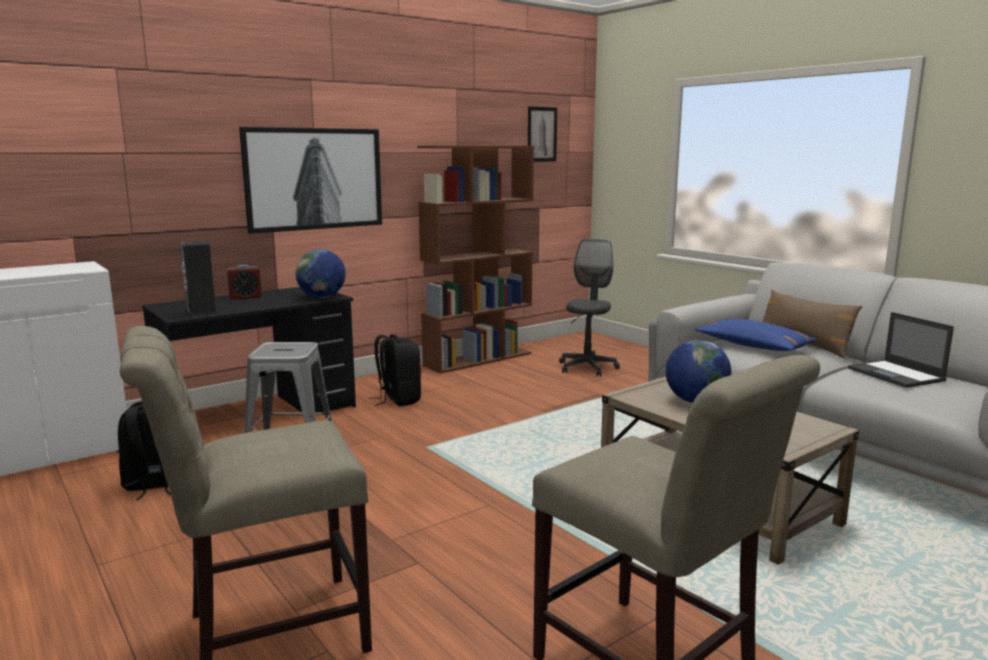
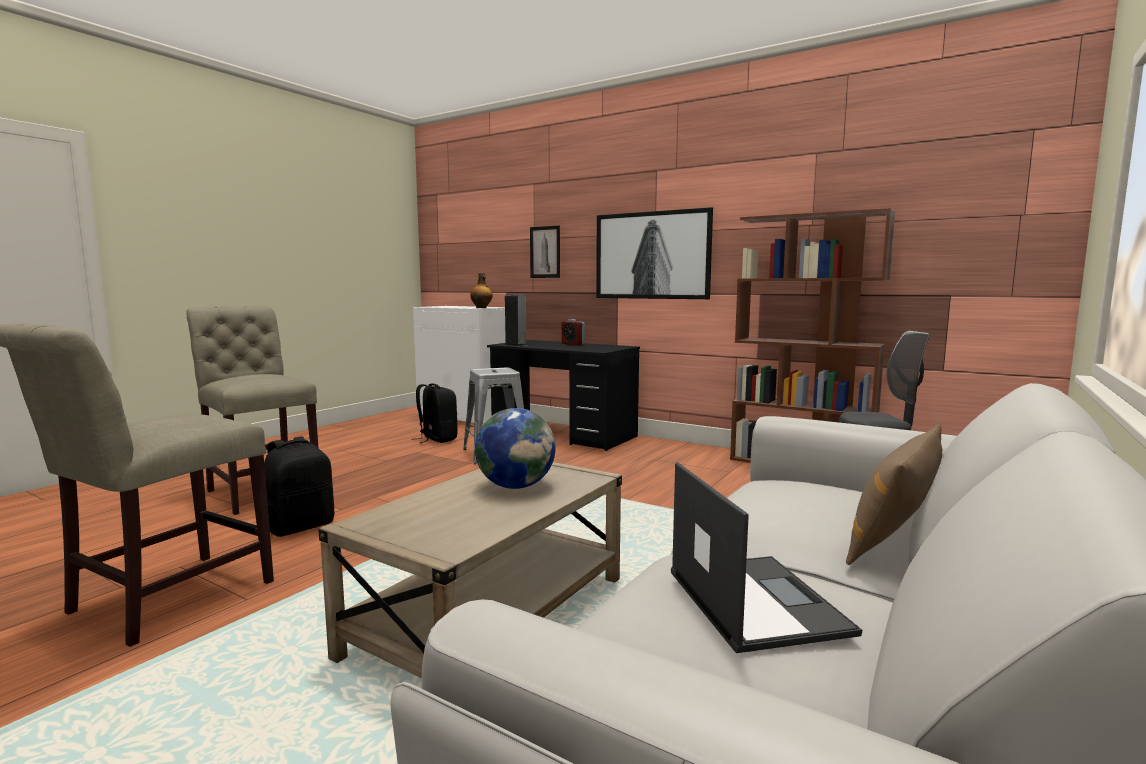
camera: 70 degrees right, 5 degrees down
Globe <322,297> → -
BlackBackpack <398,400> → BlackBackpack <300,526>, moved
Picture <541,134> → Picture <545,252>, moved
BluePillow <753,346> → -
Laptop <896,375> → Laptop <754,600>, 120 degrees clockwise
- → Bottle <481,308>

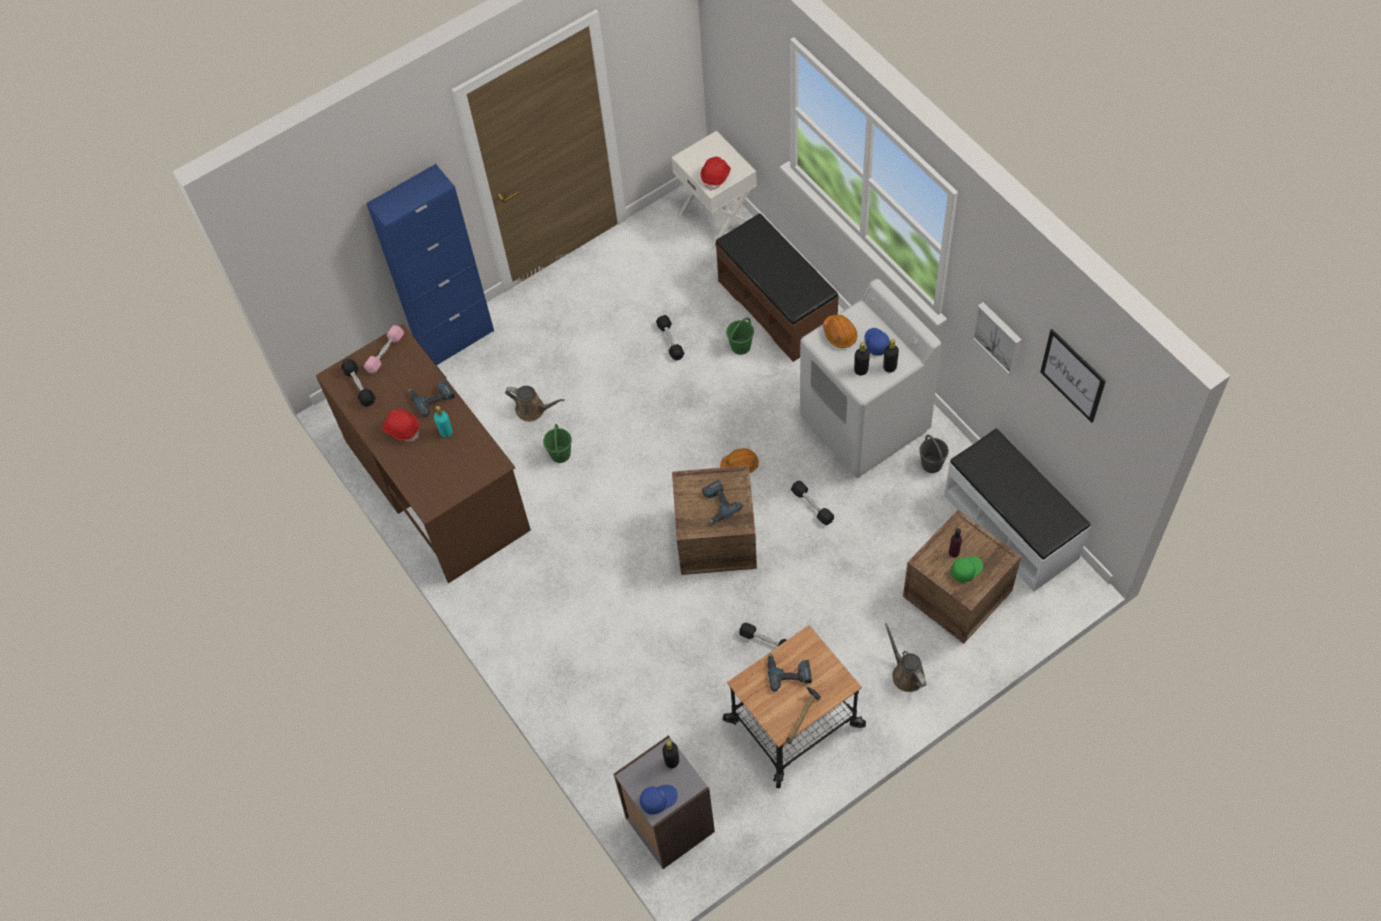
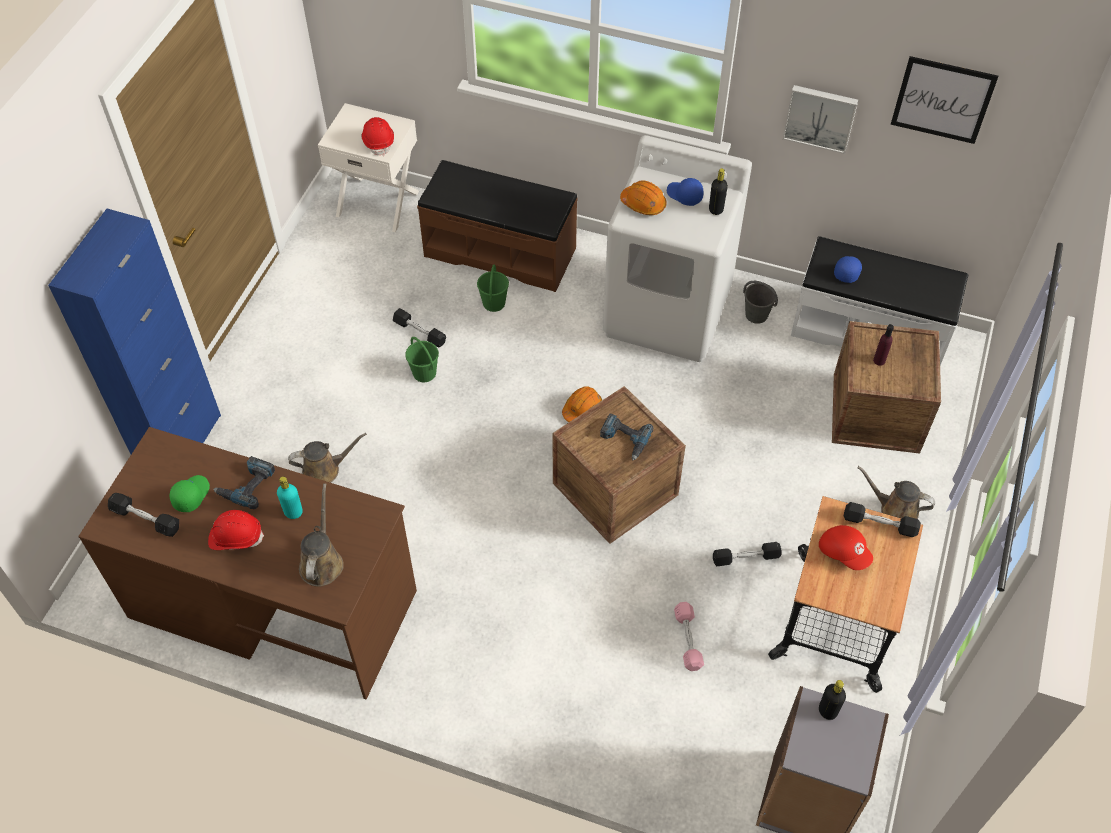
camera: 40 degrees left, 5 degrees down
PinkDumbbell <385,353> → PinkDumbbell <688,640>, moved
GreenBucket <560,454> → GreenBucket <424,372>, moved
BlueCap <658,799> → BlueCap <847,271>, moved
PowerDrill <788,672> → RedCap <844,552>
Hammer <803,717> → -
BlackDumbbell <812,506> → BlackDumbbell <879,524>, moved
BlackBottle <861,370> → -
GreenCap <966,569> → GreenCap <190,495>, moved
- → BrownWateringCan <322,561>

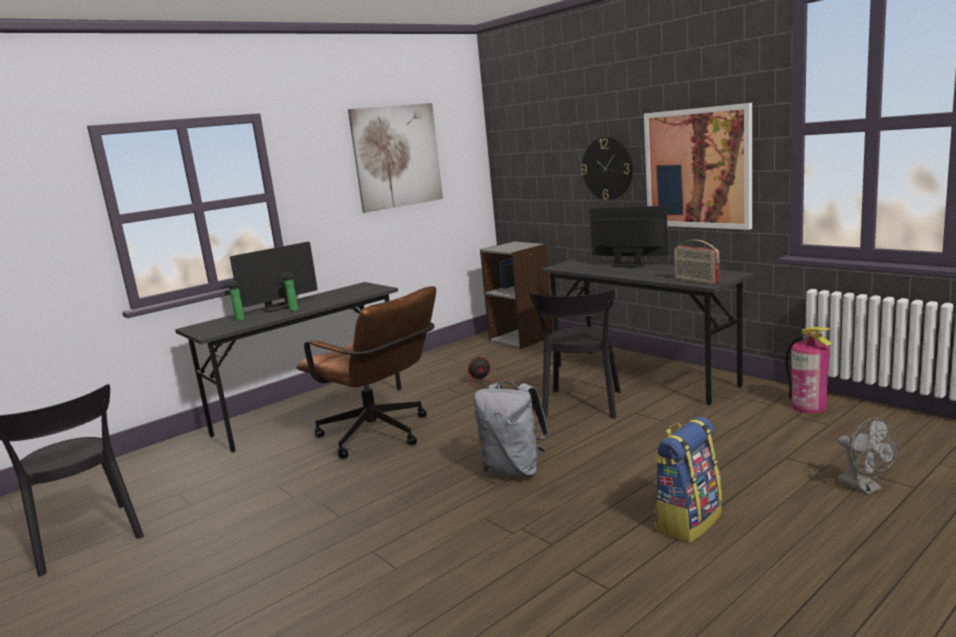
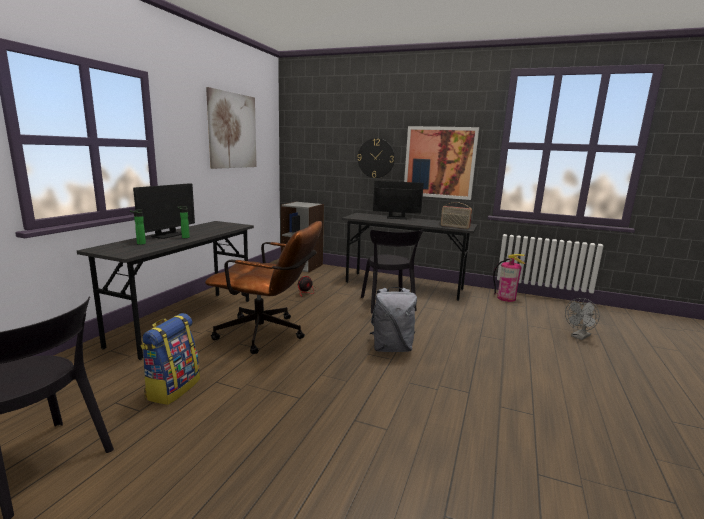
camera: 30 degrees left, 0 degrees up
Backpack <687,521> → Backpack <173,388>, moved
GreyFan <865,487> → GreyFan <579,337>, 105 degrees clockwise

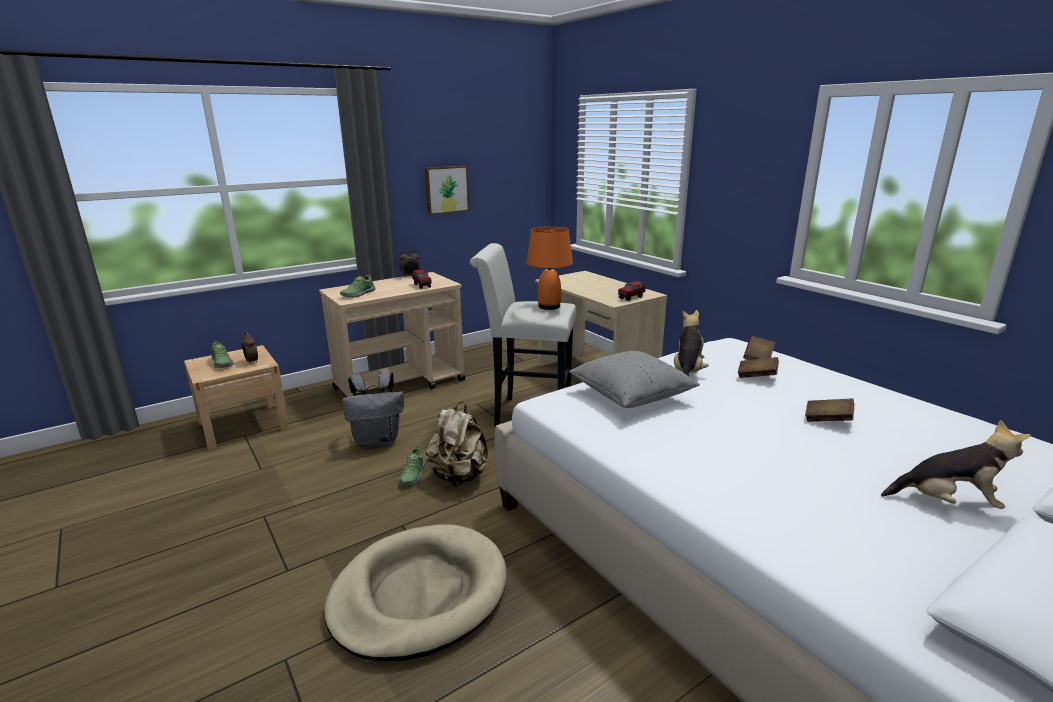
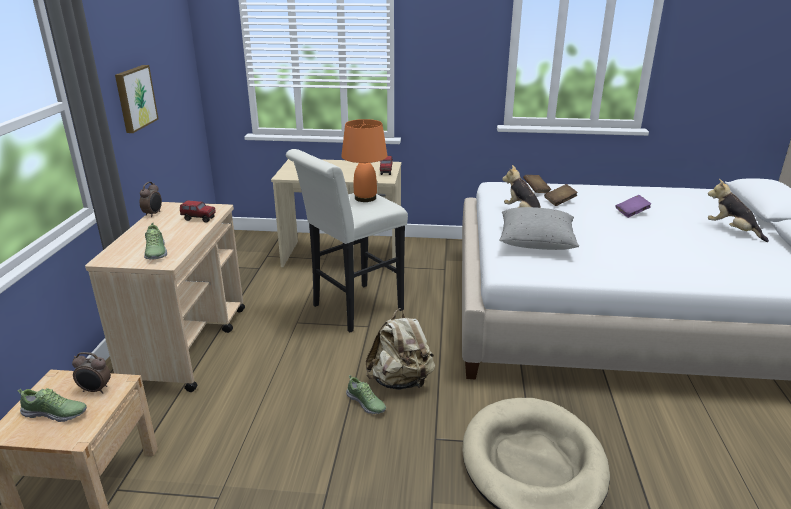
camera: 50 degrees left, 5 degrees up
GreyBackpack <378,441> → -
BrownBook <827,420> → PurpleBook <632,213>
PlushToy <947,502> → PlushToy <732,231>, 90 degrees counterclockwise

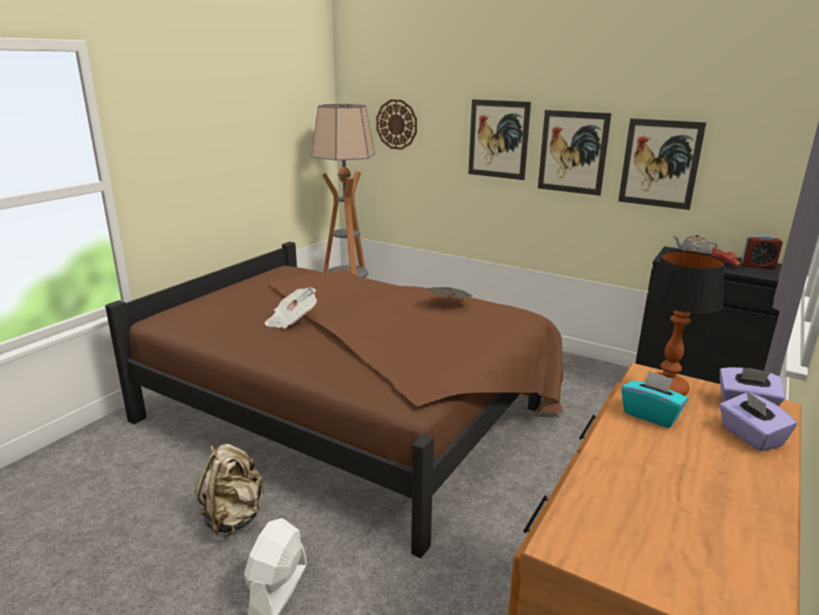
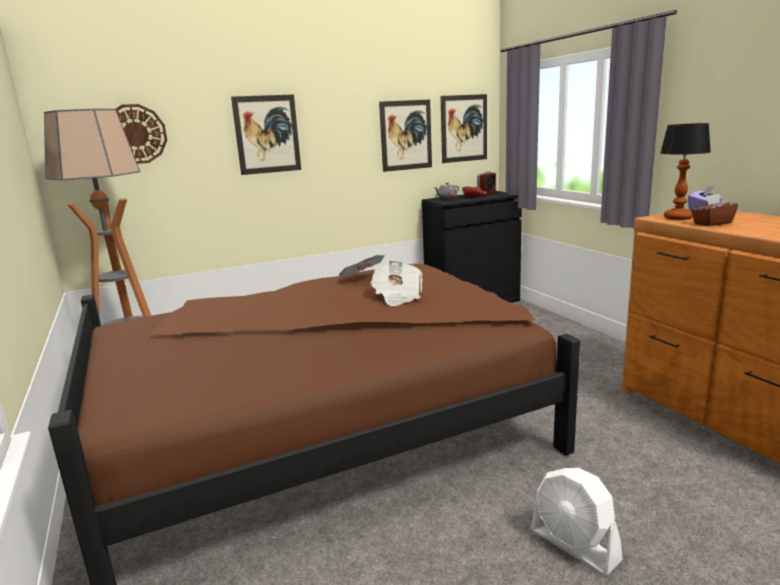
camera: 55 degrees left, 5 degrees down
BeigeBackpack <234,517> → -
Newspaper <291,321> → Newspaper <397,297>, moved
Picture <573,152> → Picture <464,128>, moved
TurquoiseTissueBox <651,415> → BrownTissueBox <712,223>
PurpleTissueBox <750,436> → -

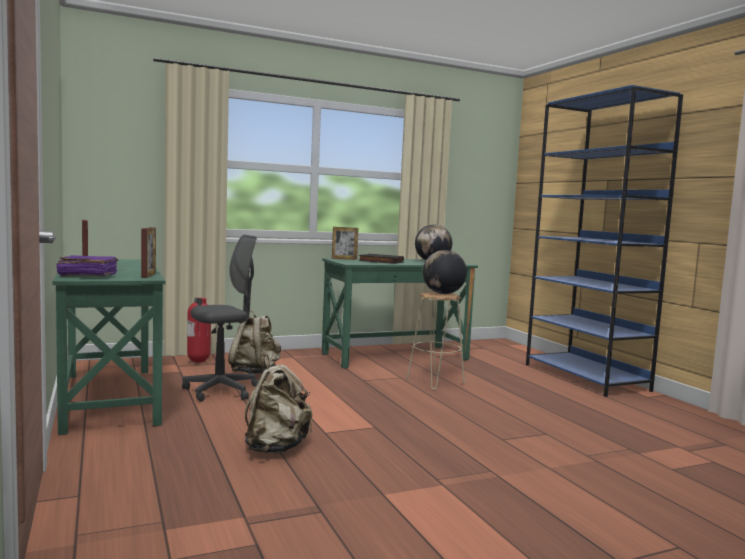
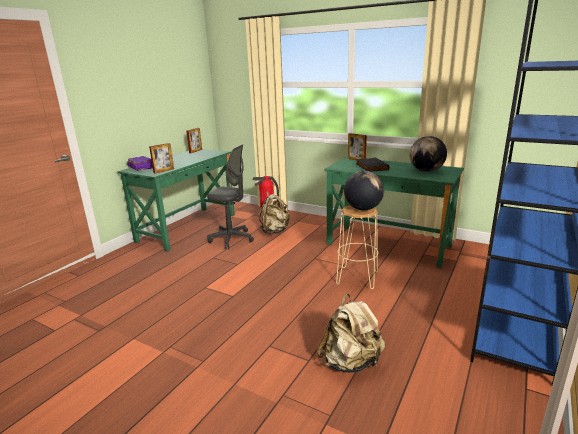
camera: 55 degrees right, 15 degrees up
BeigeBackpack <275,448> → BeigeBackpack <350,362>, moved

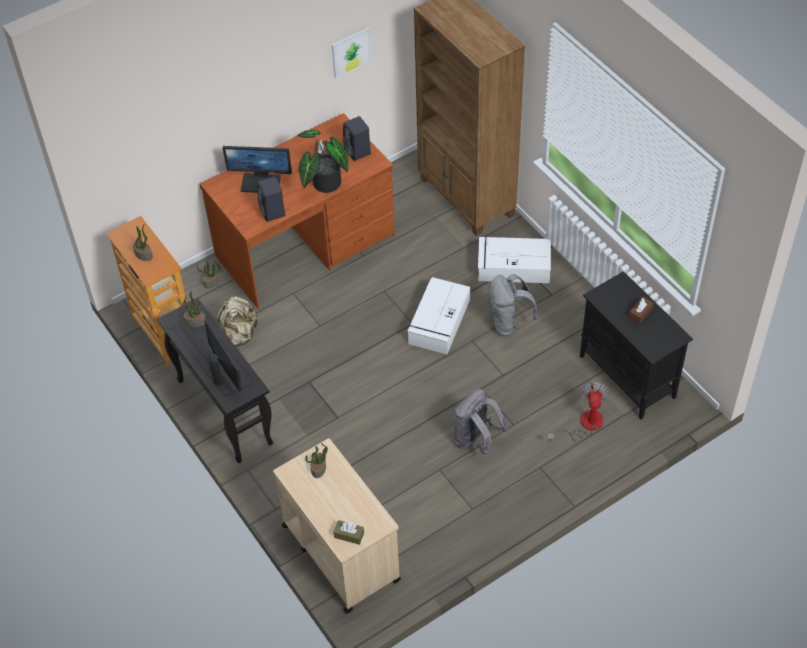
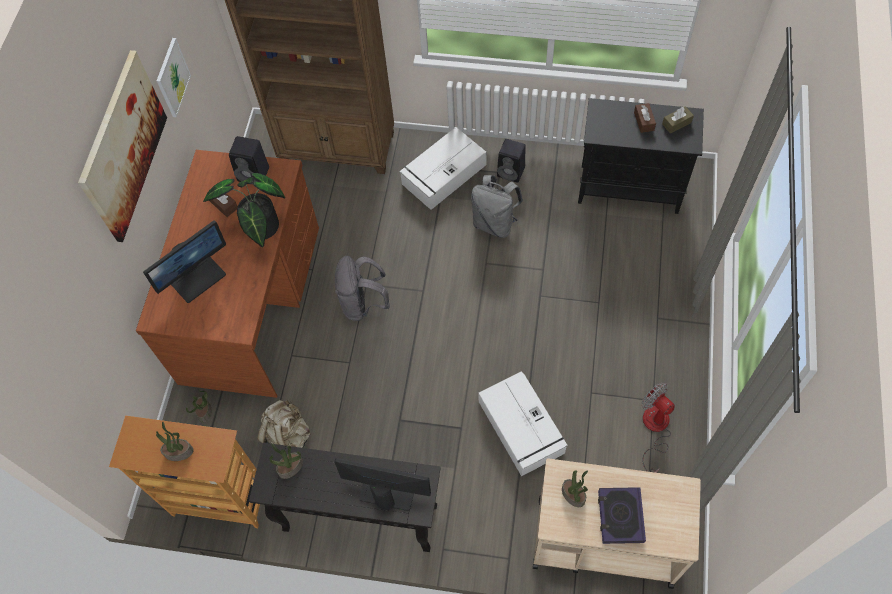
camera: 45 degrees left, 10 degrees up
BlackSpeaker <273,212> → BlackSpeaker <512,172>, moved
BrownTissueBox <349,535> → BrownTissueBox <676,123>, moved
WhiteStorageBox <439,322> → WhiteStorageBox <521,428>, moved
GreyBackpack <475,440> → GreyBackpack <363,304>, moved
Fan <584,424> → Fan <654,429>, moved
- → Picture <123,146>
- → Book <620,516>

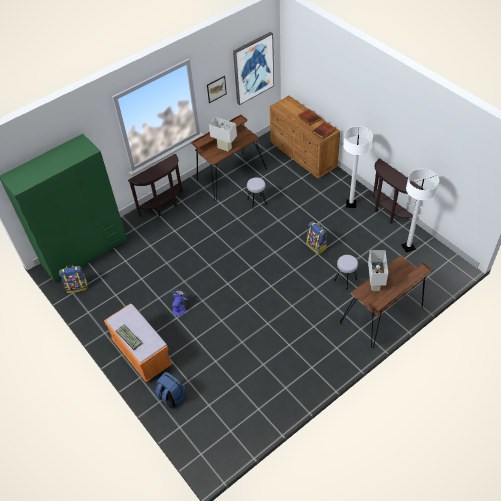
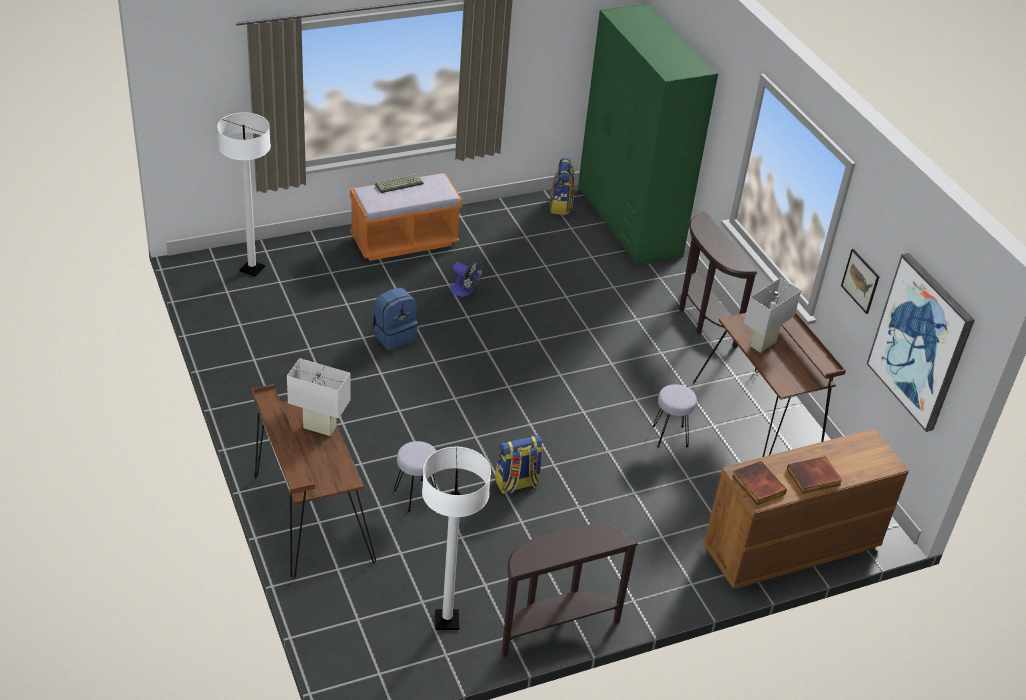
camera: 100 degrees right, 10 degrees down
BlueBackpack <171,397> → BlueBackpack <394,335>, moved
WhiteFloorLamp <351,204> → WhiteFloorLamp <252,269>, moved

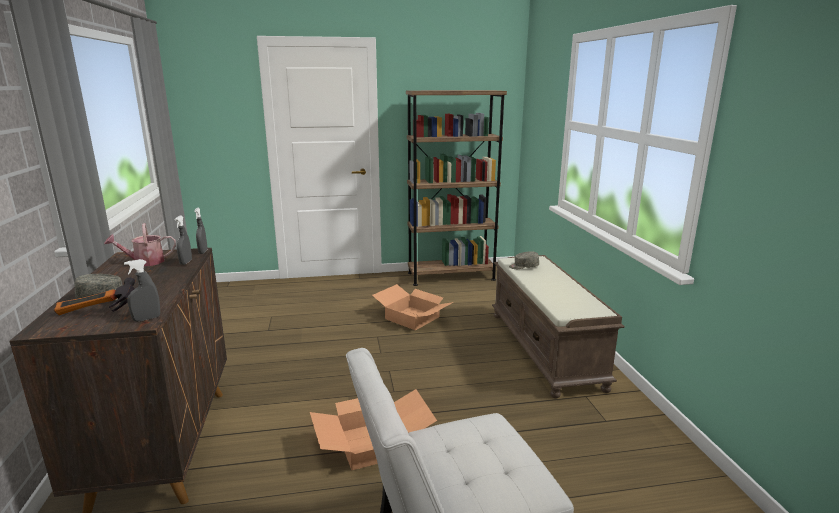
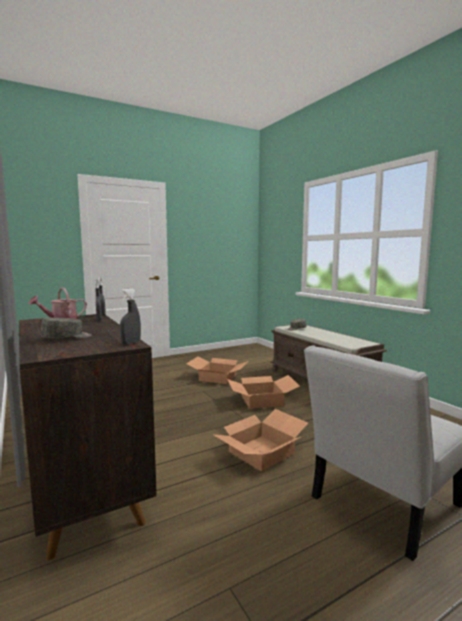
camera: 20 degrees left, 10 degrees down
Hammer <96,313> → -
BrownBookcase <451,276> → -
- → CardboardBox <261,400>

